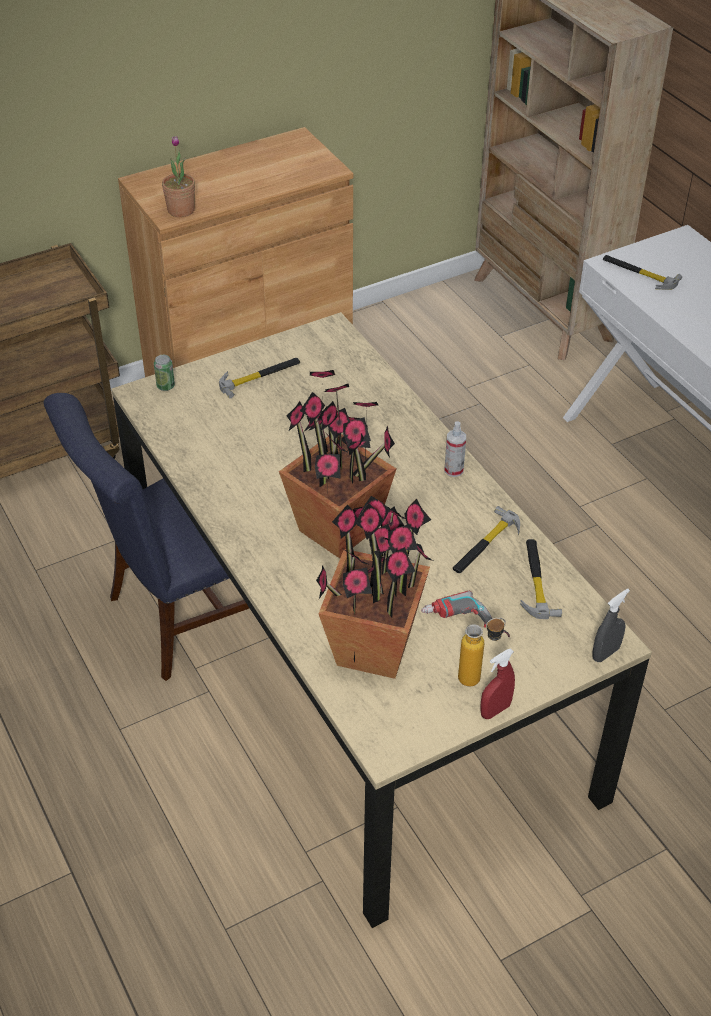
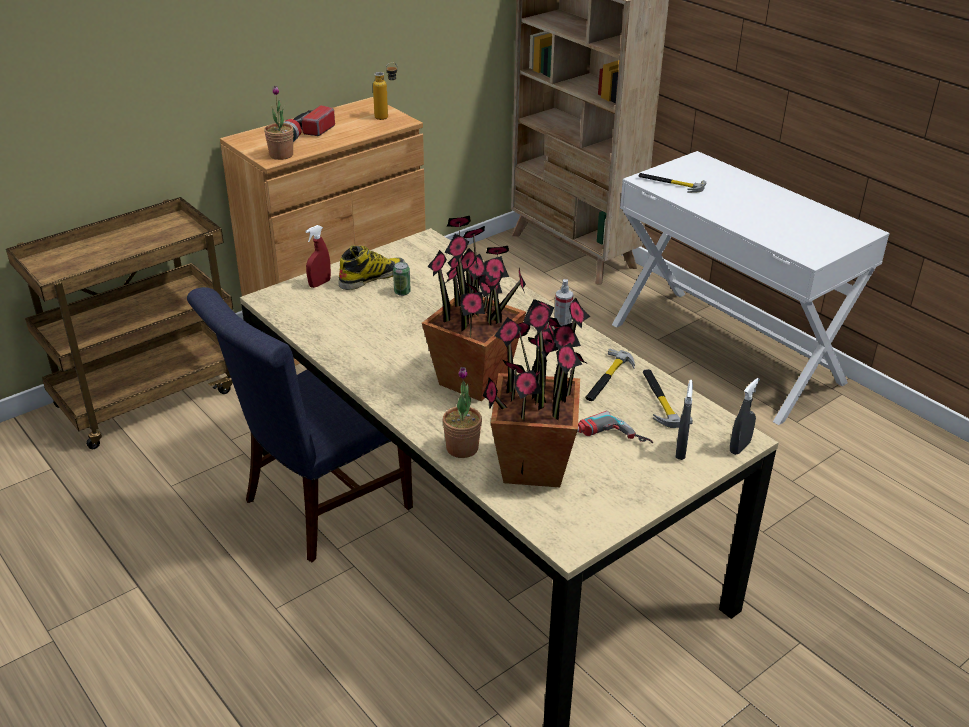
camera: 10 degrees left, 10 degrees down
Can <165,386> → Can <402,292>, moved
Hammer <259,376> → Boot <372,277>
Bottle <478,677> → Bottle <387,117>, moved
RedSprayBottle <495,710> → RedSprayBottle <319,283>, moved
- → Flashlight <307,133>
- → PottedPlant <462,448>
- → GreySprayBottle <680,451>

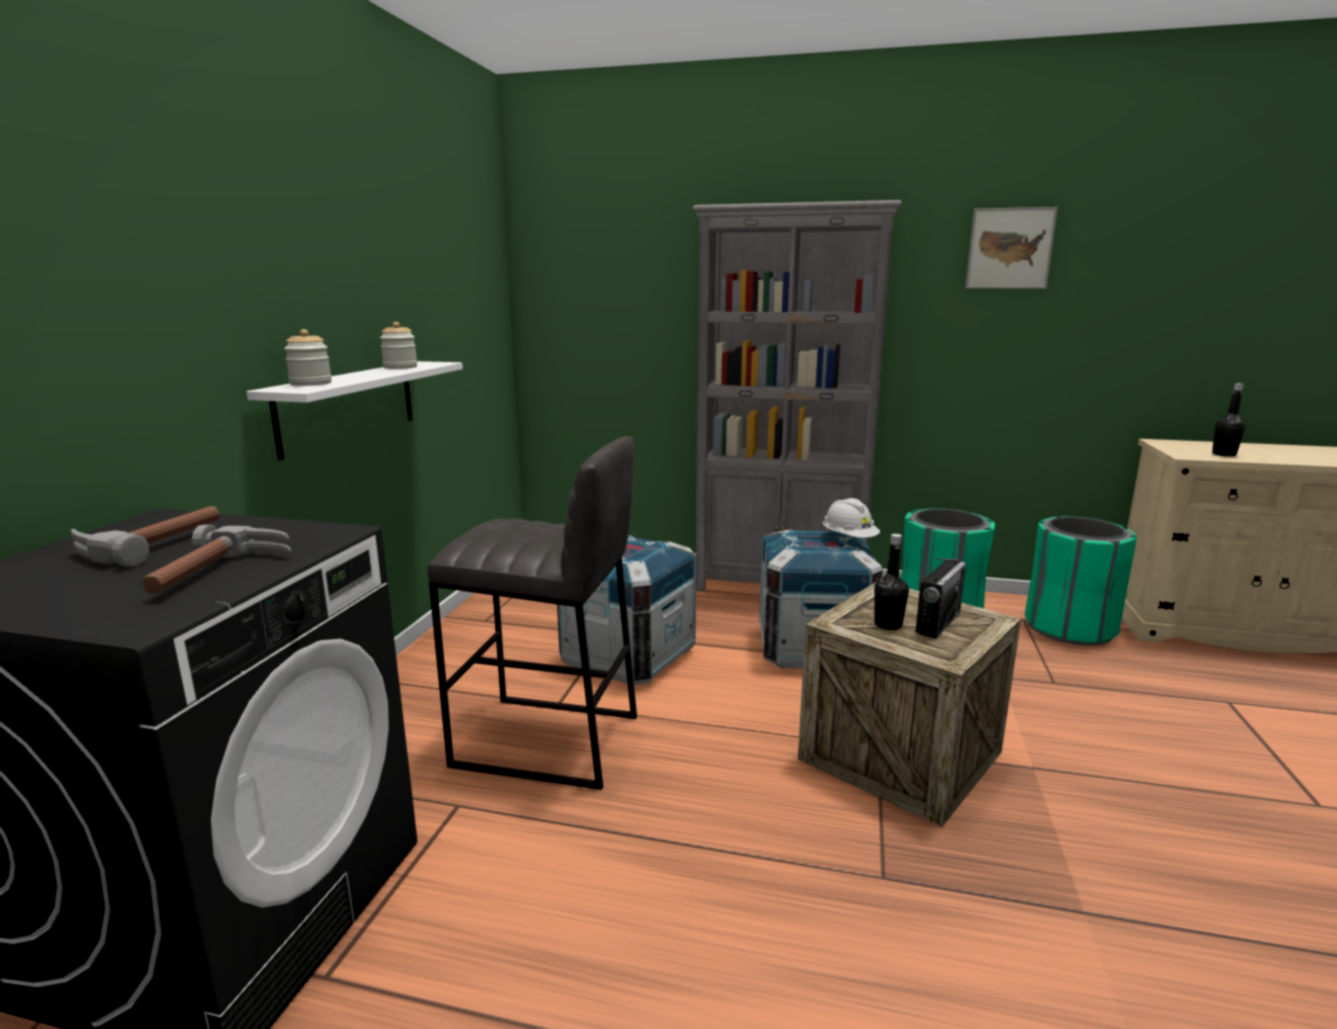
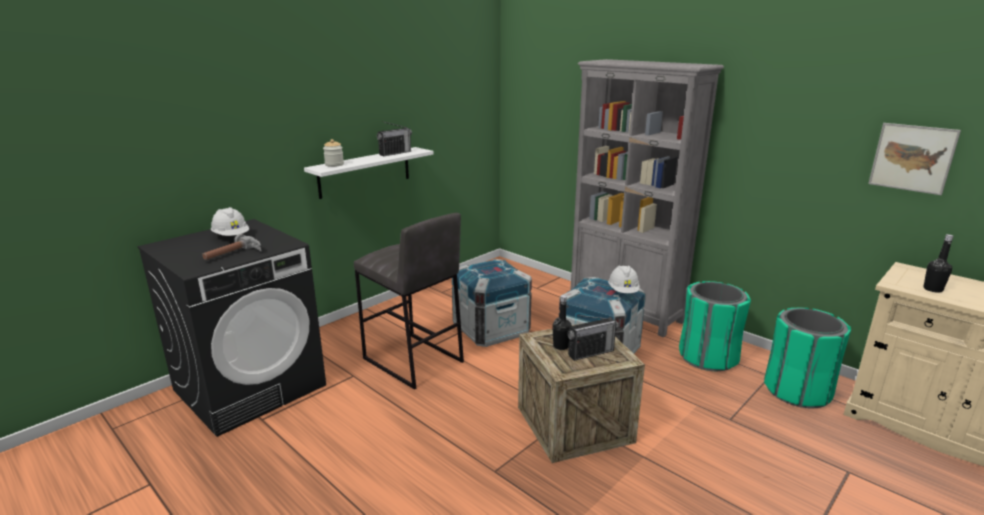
camera: 30 degrees right, 5 degrees up
Hammer <150,544> → WhiteHardHat <231,236>
Jar <400,367> → Radio <395,153>
Picture <1009,248> → Picture <912,158>, moved

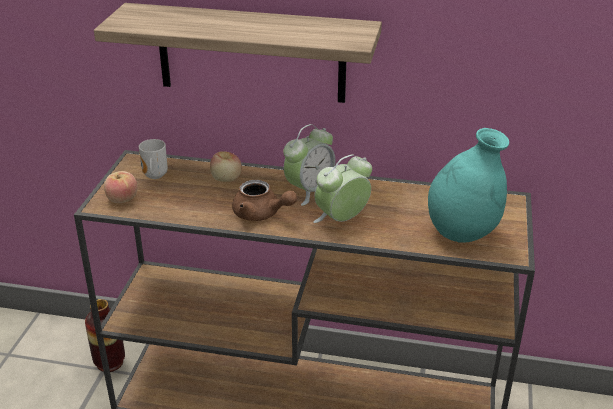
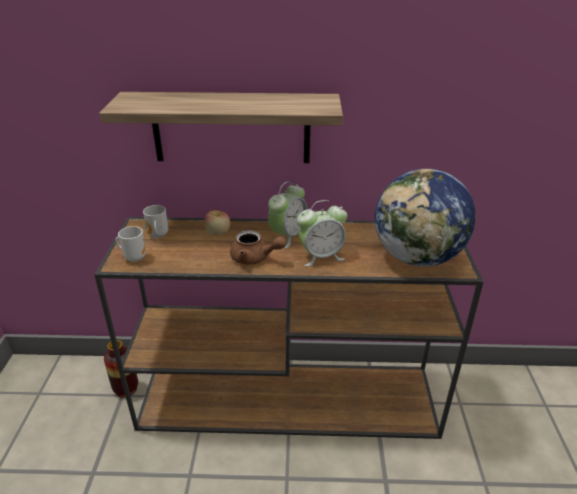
camera: 10 degrees left, 0 degrees up
Apple <122,199> → Mug <134,257>
AlarmClock <342,220> → AlarmClock <321,256>, 150 degrees counterclockwise
TurquoiseVase <462,233> → Globe <417,258>

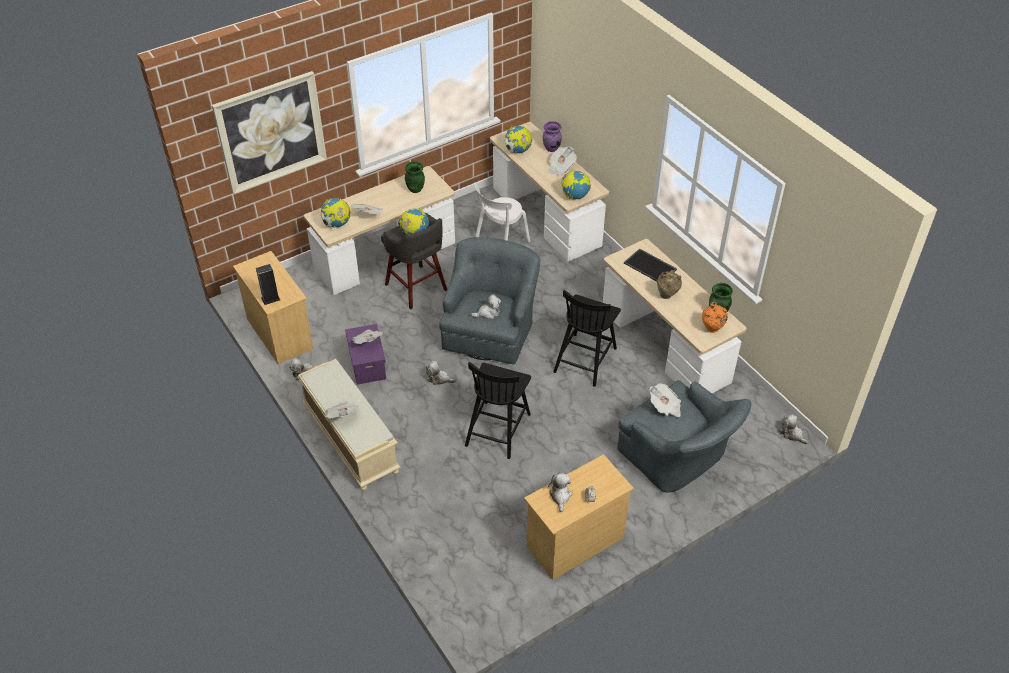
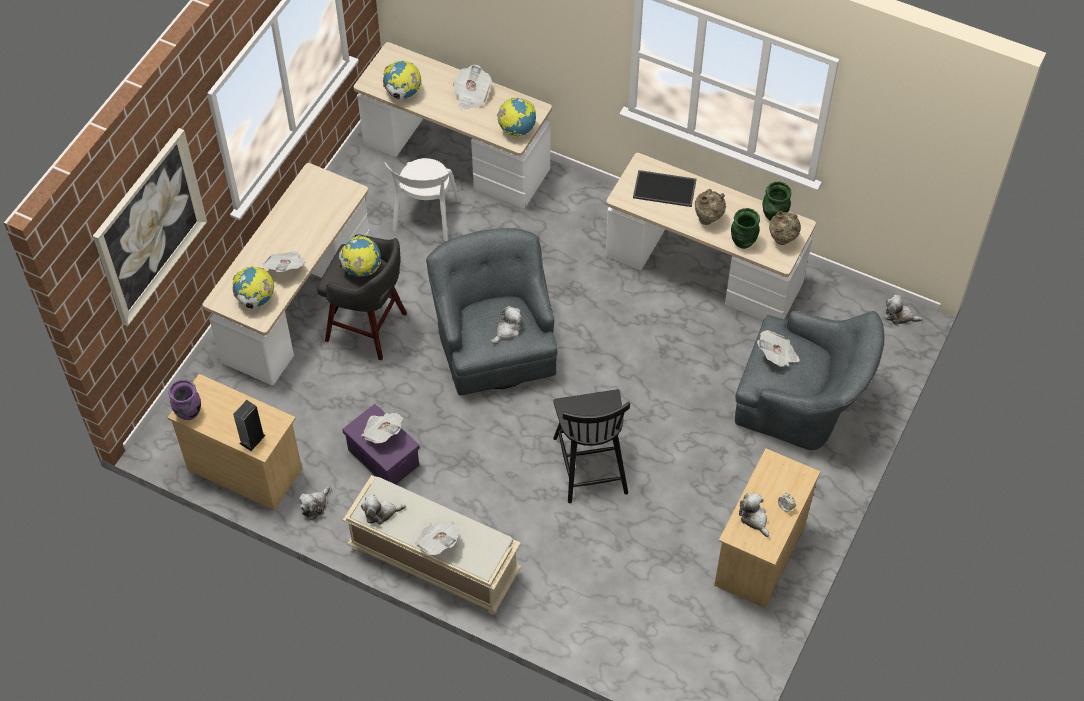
camera: 30 degrees left, 10 degrees up
GreenVase <415,189> → GreenVase <742,242>, moved
PlushToy <439,379> → PlushToy <381,512>, moved
PurpleVase <551,148> → PurpleVase <189,413>, moved
BlackChair <585,359> → -
OrangeVase <712,330> → BeigeVase <782,241>

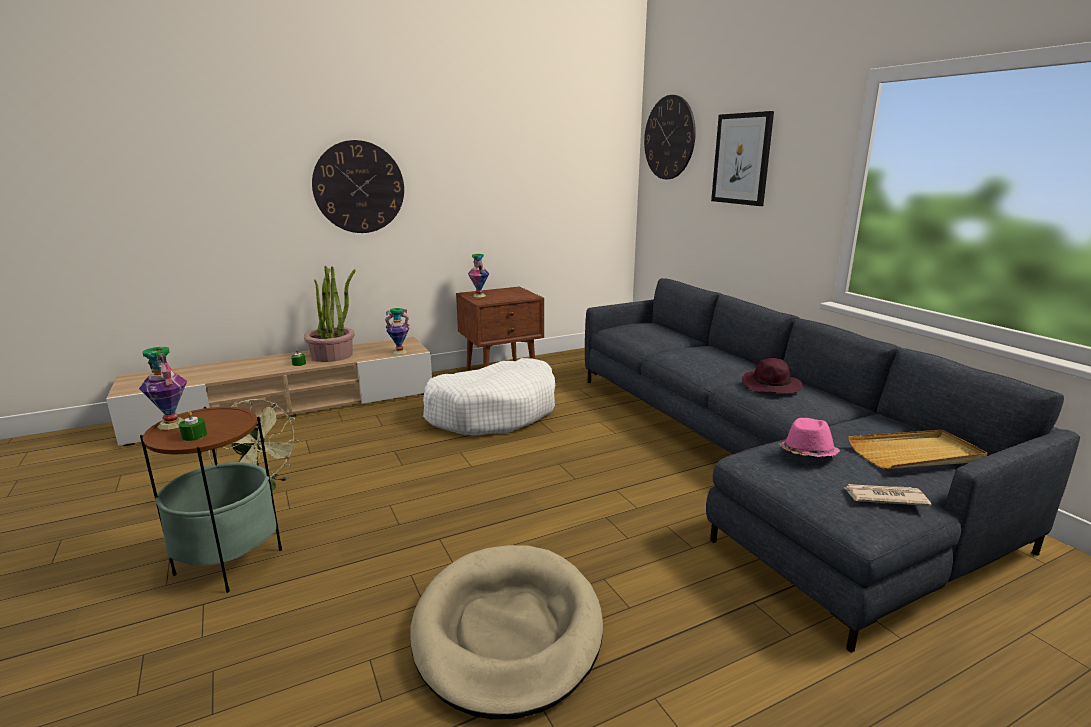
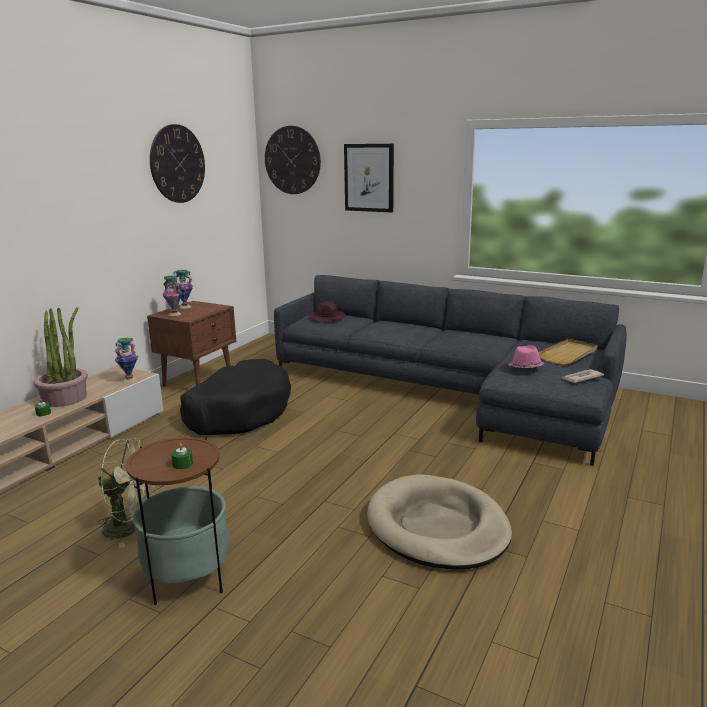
camera: 35 degrees left, 0 degrees up
Vase <171,424> → Vase <185,307>, moved
WallClock <359,187> → WallClock <177,164>, moved
WhiteDogBed <493,412> → BlackDogBed <238,412>
PurpleHat <771,386> → PurpleHat <328,318>, moved

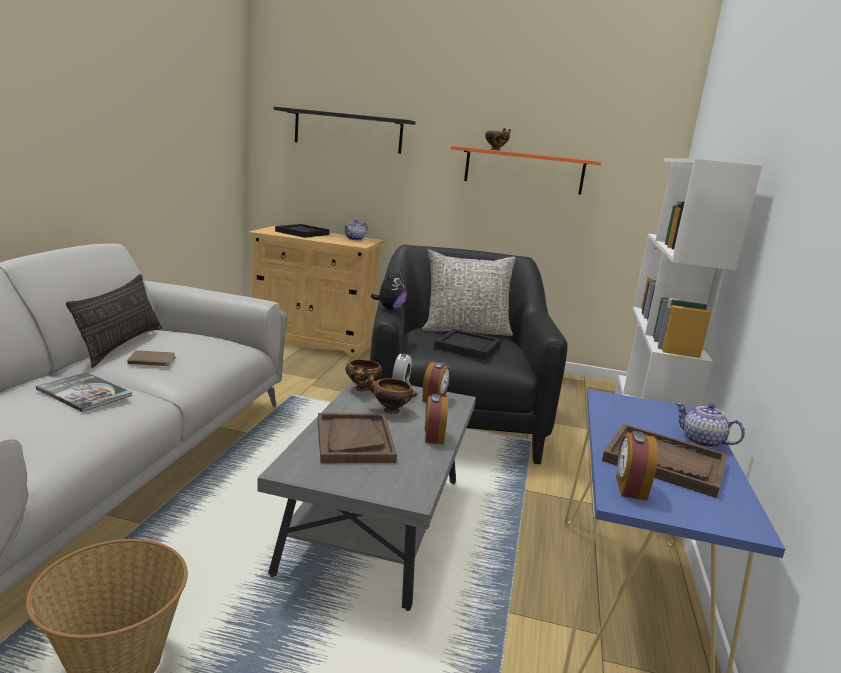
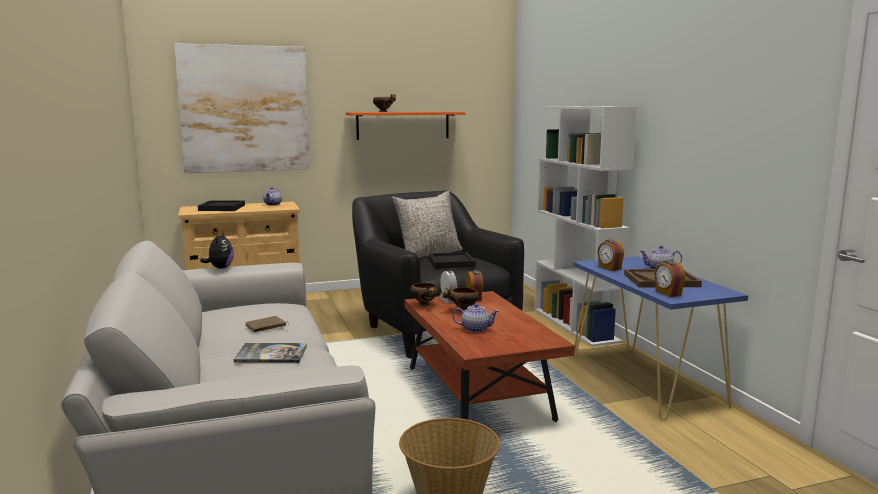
camera: 30 degrees left, 5 degrees down
Pillow <121,345> → -
GreyCoffeeTable <376,524> → BrownCoffeeTable <478,394>
BlackShelf <348,131> → Picture <245,109>
BrownTray <354,440> → Teapot <475,329>
PlushToy <390,309> → PlushToy <220,268>, moved
AlarmClock <433,437> → AlarmClock <609,268>, moved

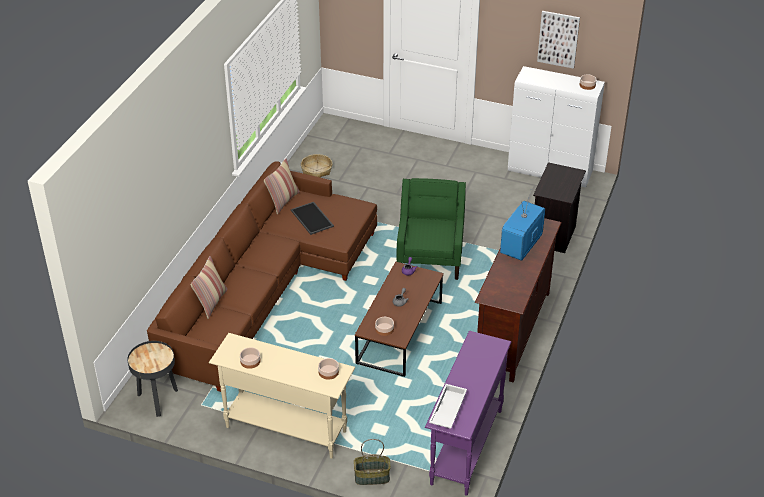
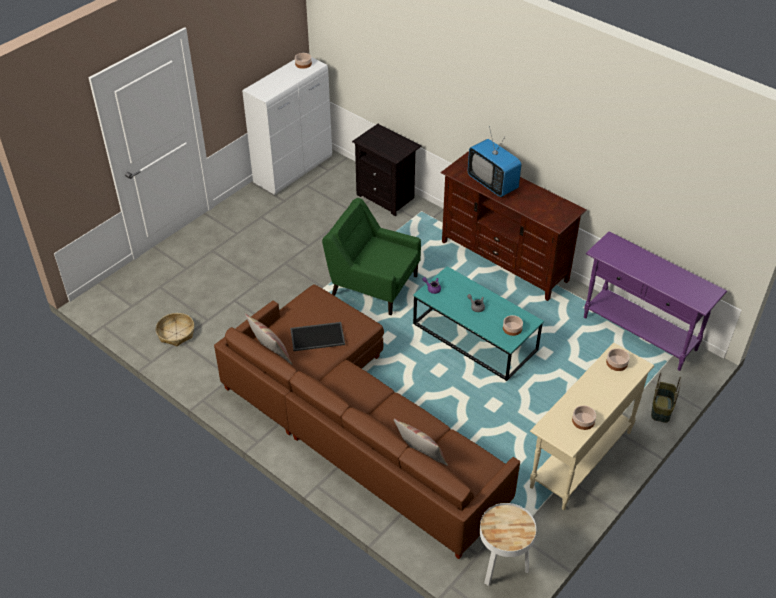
camera: 70 degrees left, 5 degrees up
BlackSideTable <157,399> → WhiteSideTable <501,566>
BrownCoffeeTable <400,333> → TurquoiseCoffeeTable <475,337>
WhiteTray <447,409> → -
Picture <558,39> → -

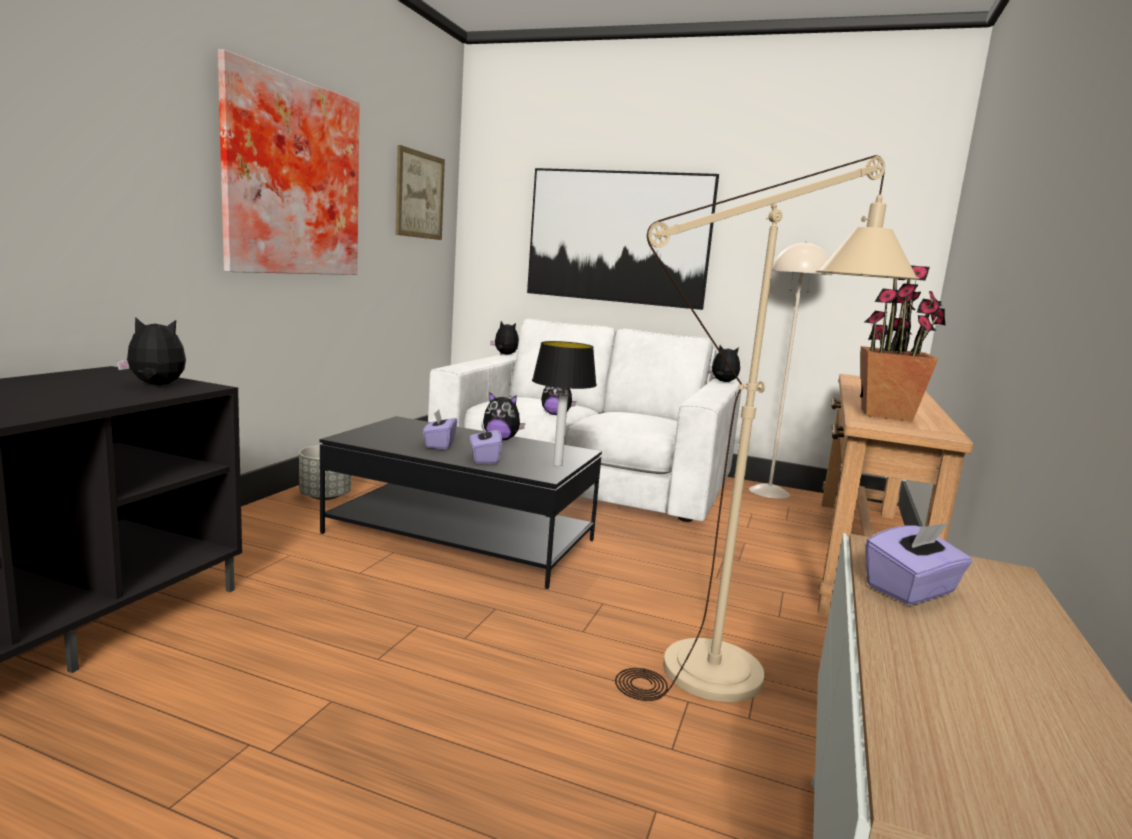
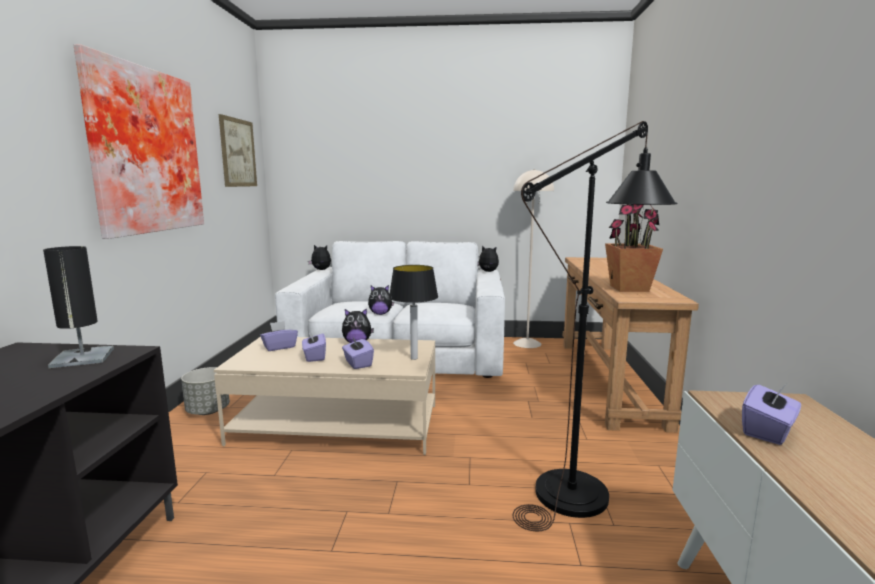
camera: 15 degrees left, 0 degrees up
PlushToy <156,385> → BlackTableLamp <83,358>
BlackCoffeeTable <461,537> → BeigeCoffeeTable <337,424>
Picture <617,237> → -
BeigeFloorLamp <737,667> → BlackFloorLamp <584,486>
- → PurpleTissueBox <279,347>

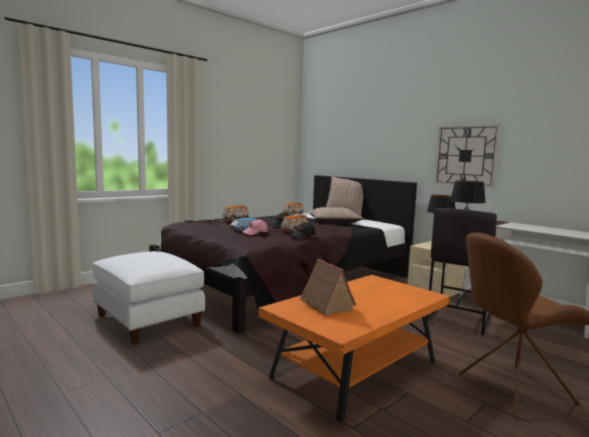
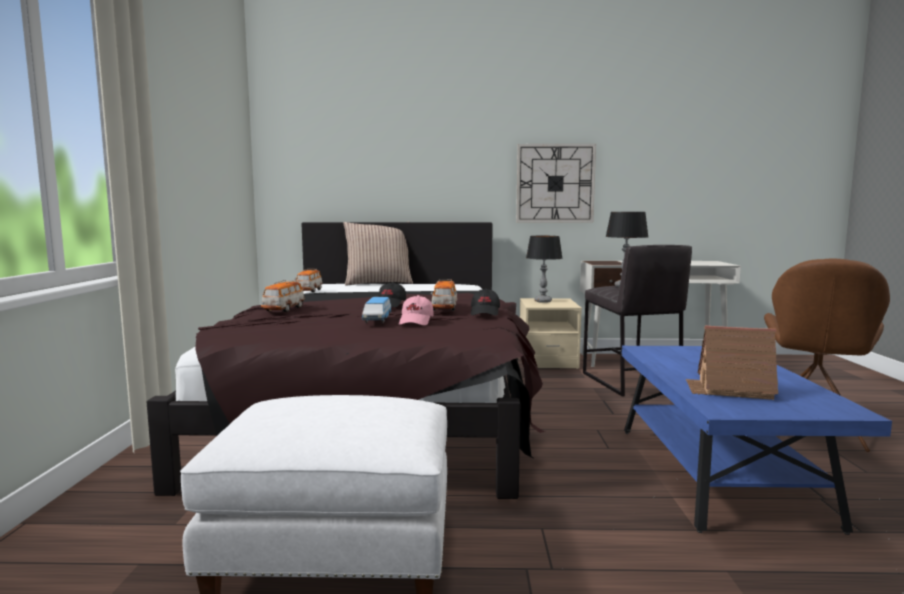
camera: 45 degrees left, 0 degrees up
OrangeCoffeeTable <356,371> → BlueCoffeeTable <718,475>
Pillow <334,222> → -

